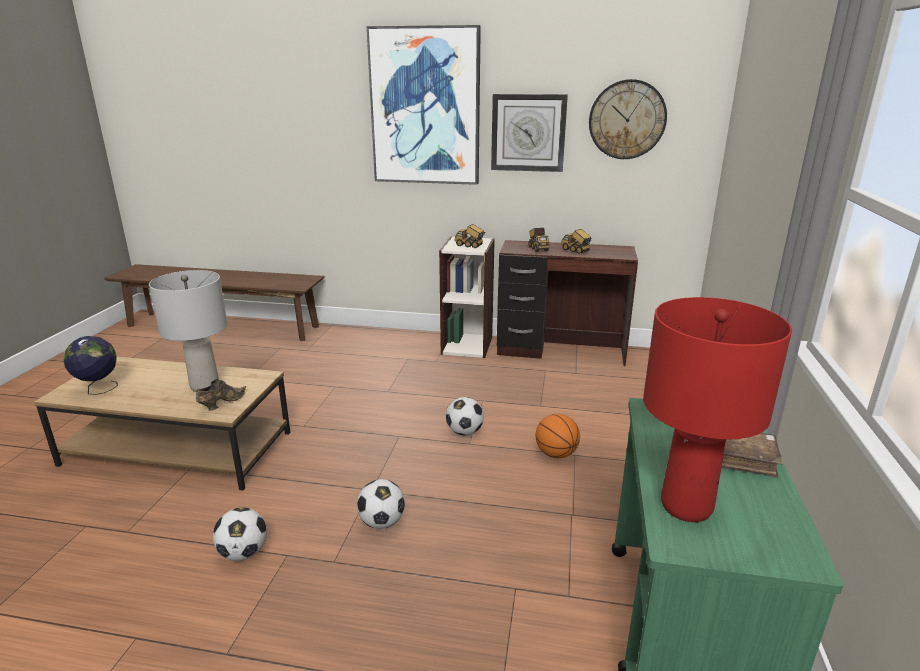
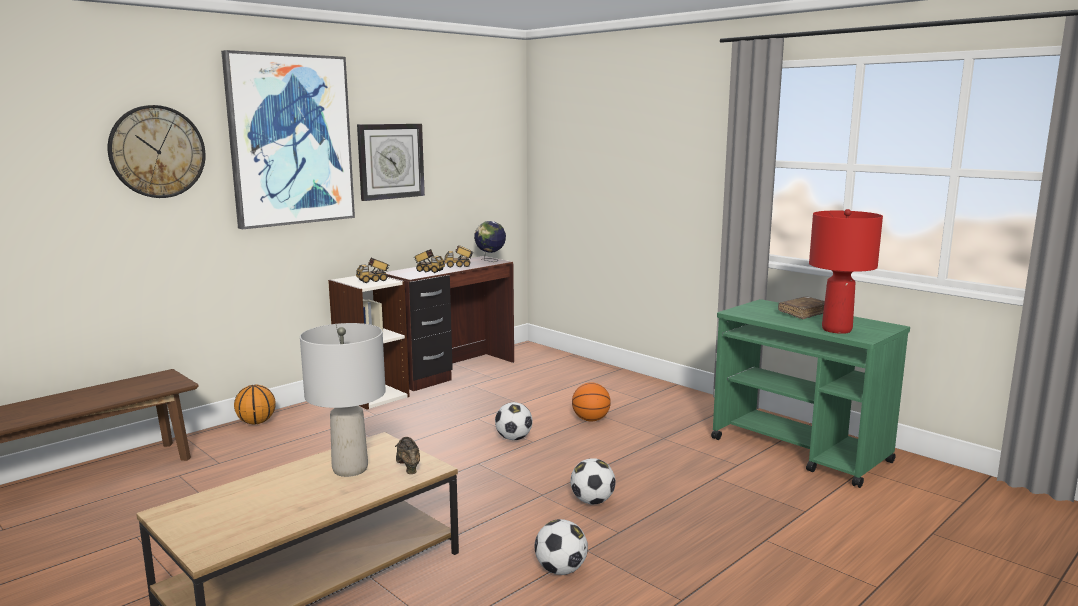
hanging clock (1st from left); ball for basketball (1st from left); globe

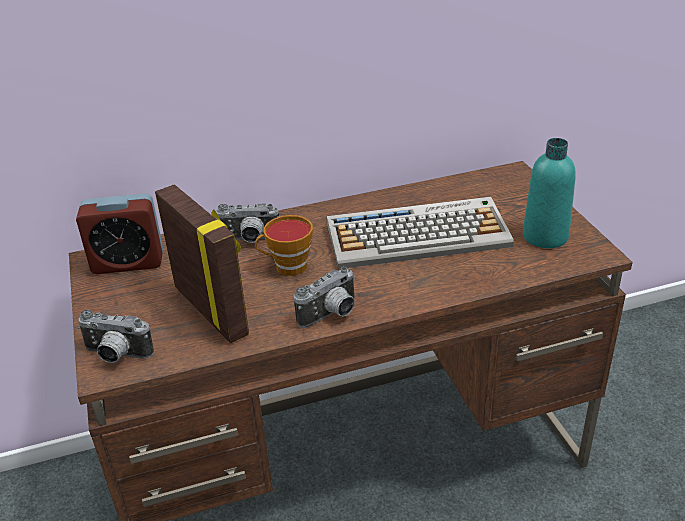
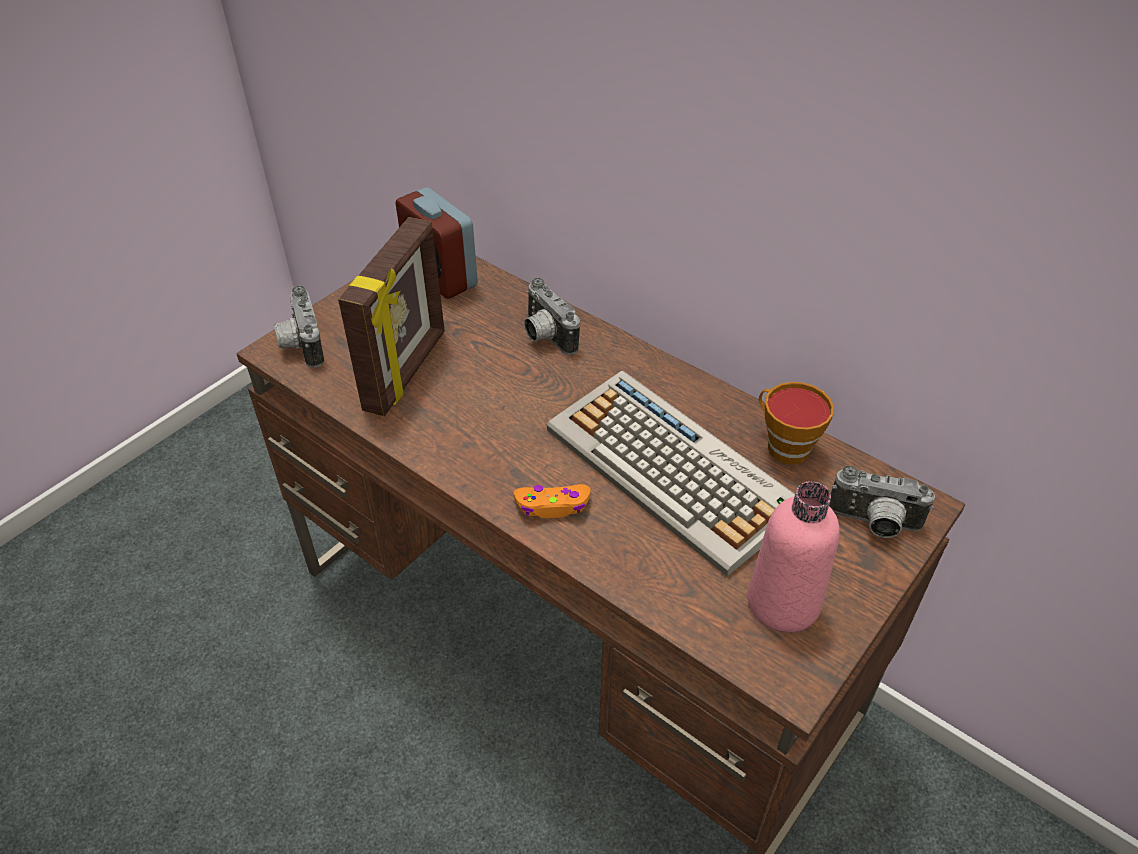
orange game controller; pink-coloured drink bottle; drinking cup; photo camera (3rd from left)

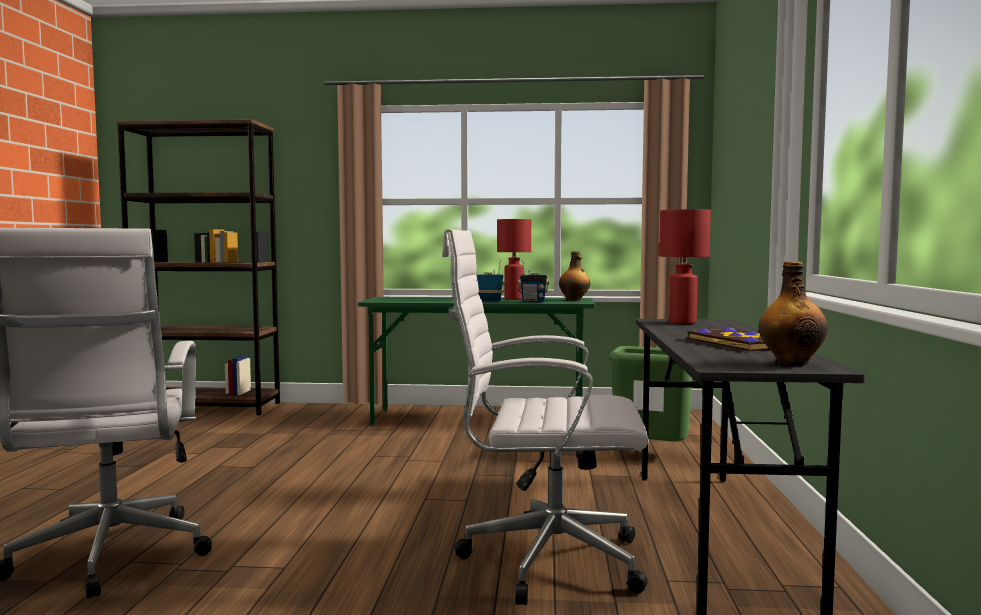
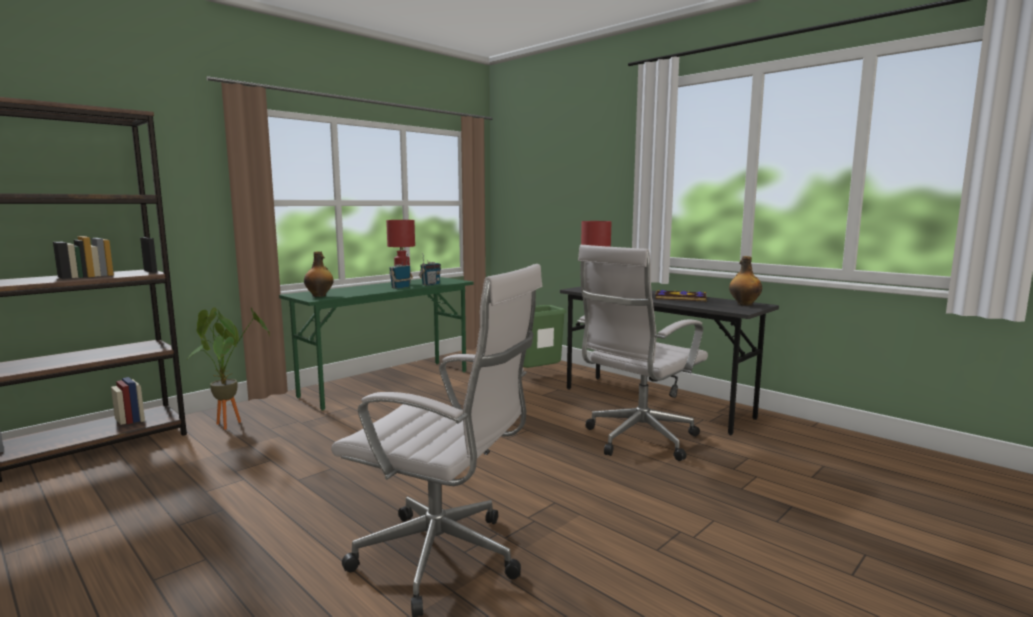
houseplant; drink bottle (1st from left)

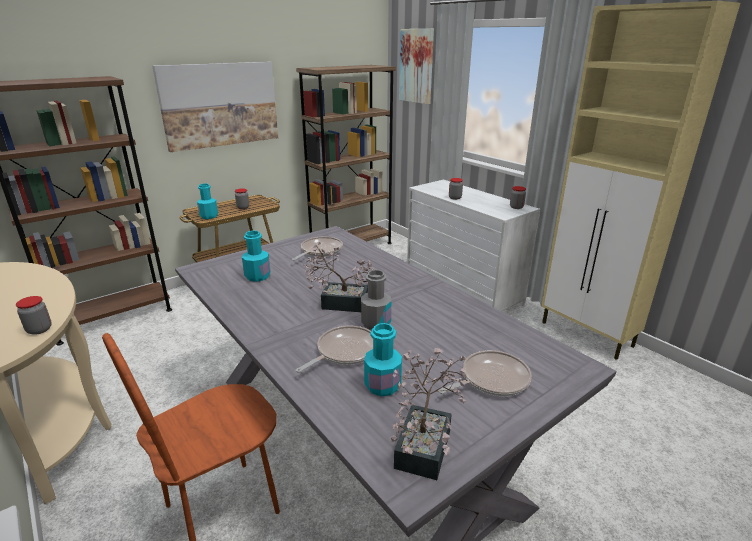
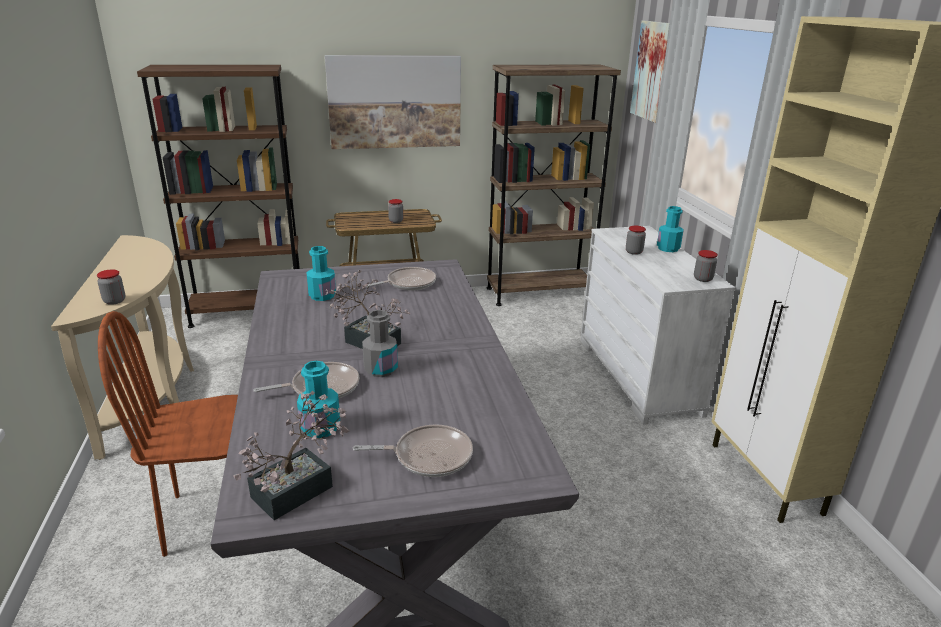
turquoise-coloured drink bottle (3rd from left)

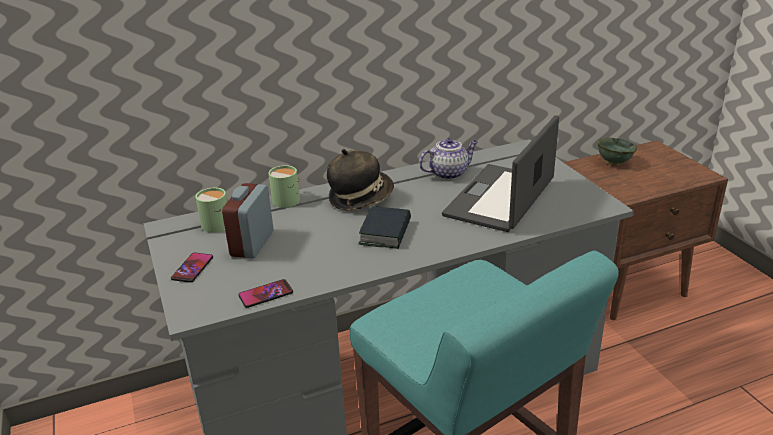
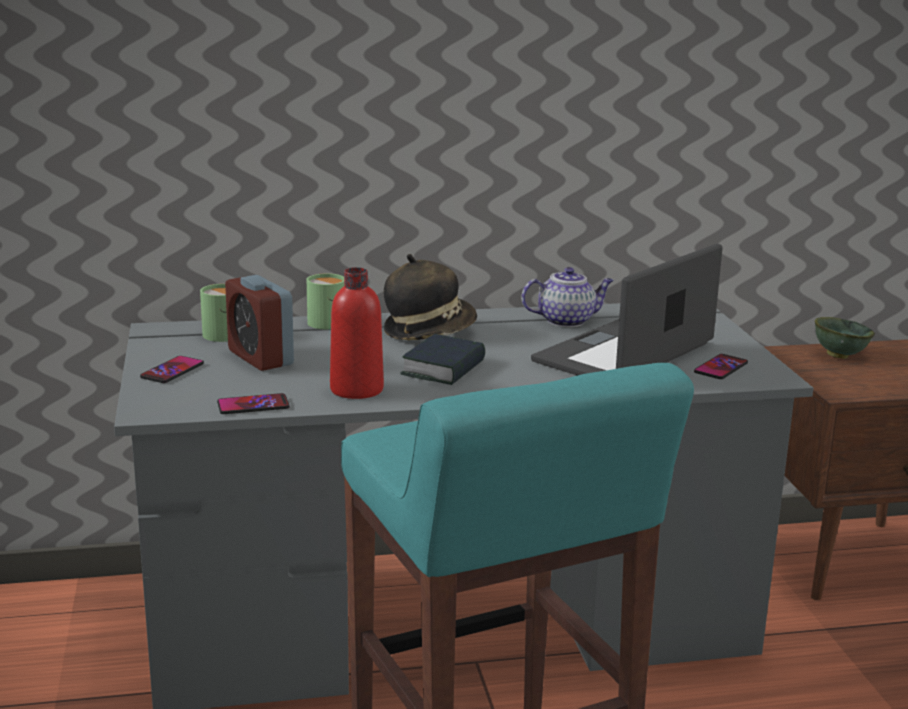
table clock; red drink bottle; telephone (3rd from left)

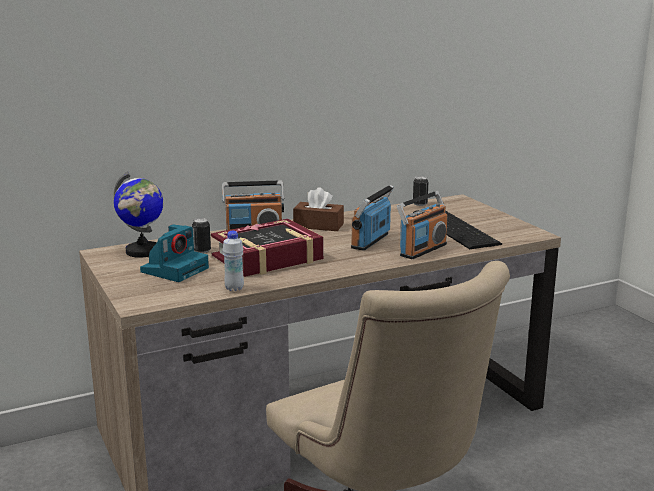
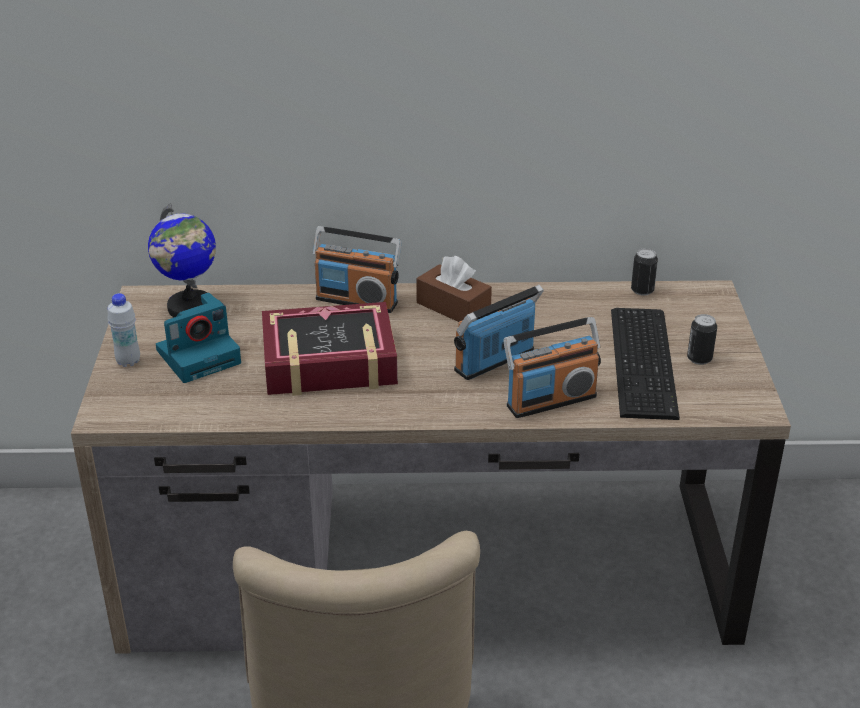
white drink bottle; can (2nd from left)

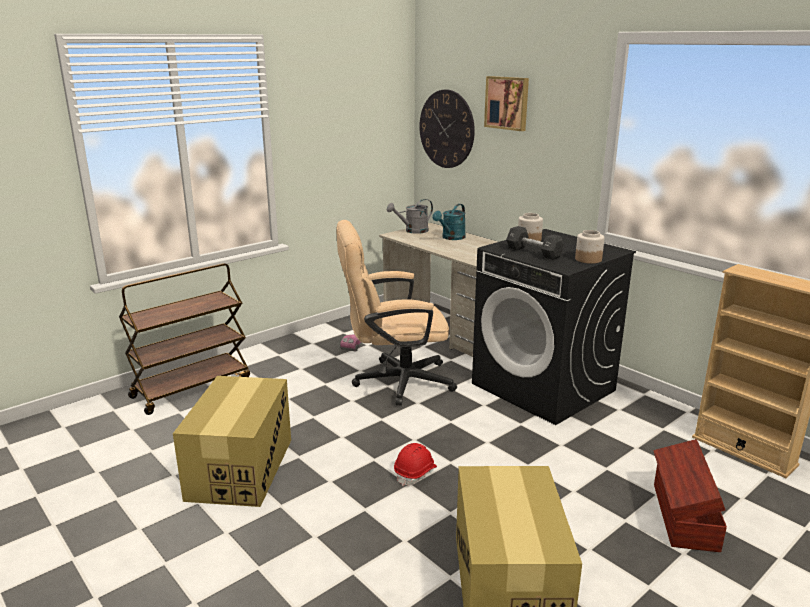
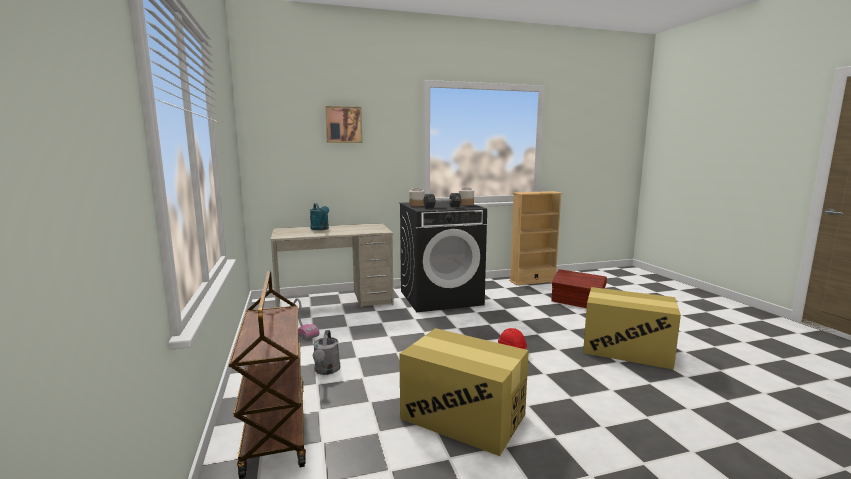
gray watering can; beige computer chair; hanging clock

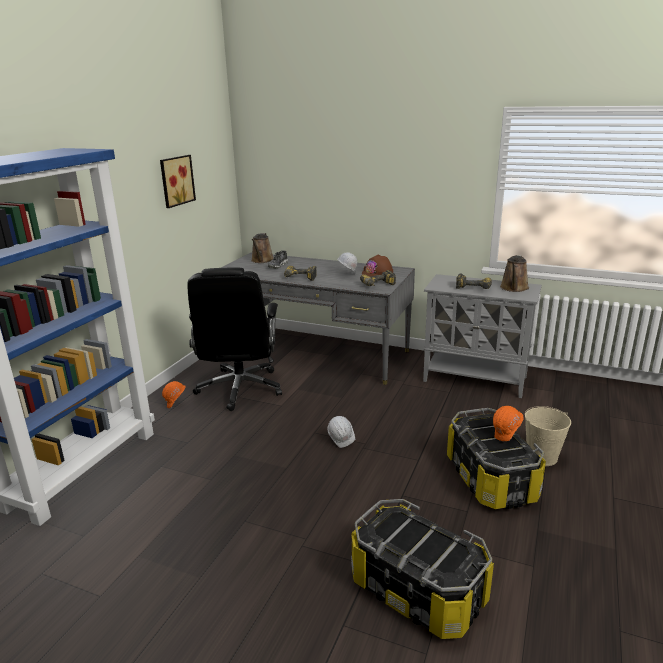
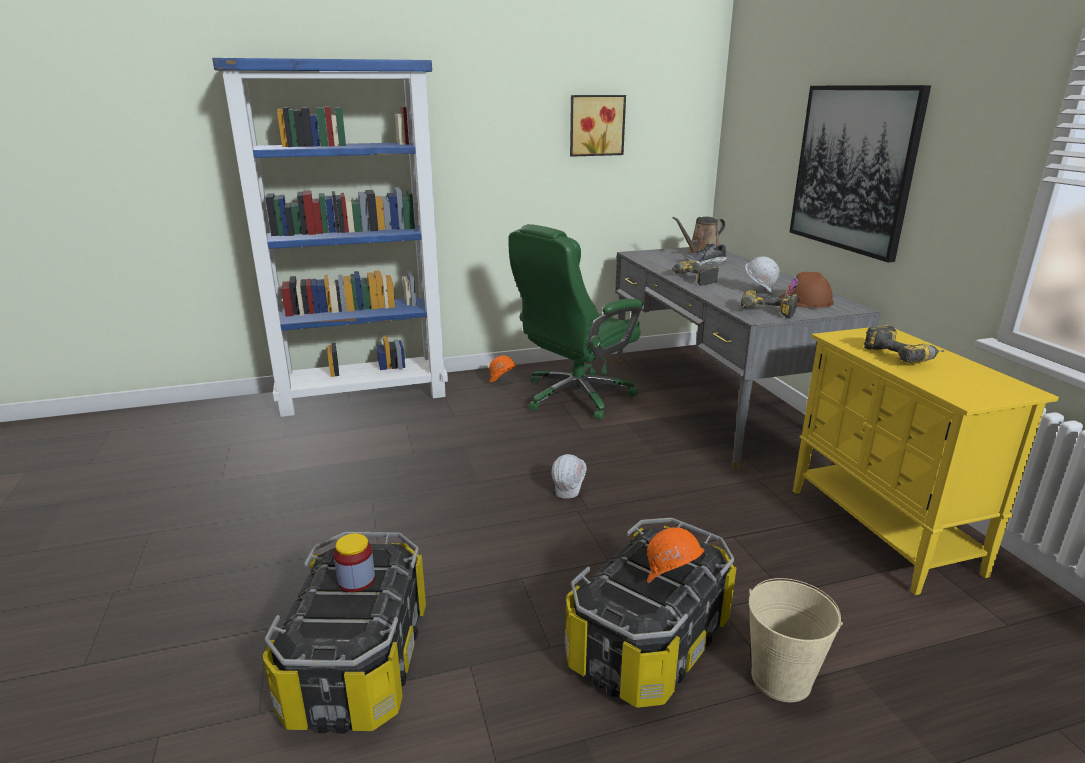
preserve jar; green computer chair; wall picture (2nd from left); yellow storage cabinet; brown-coloured watering can (2nd from left in the first image)

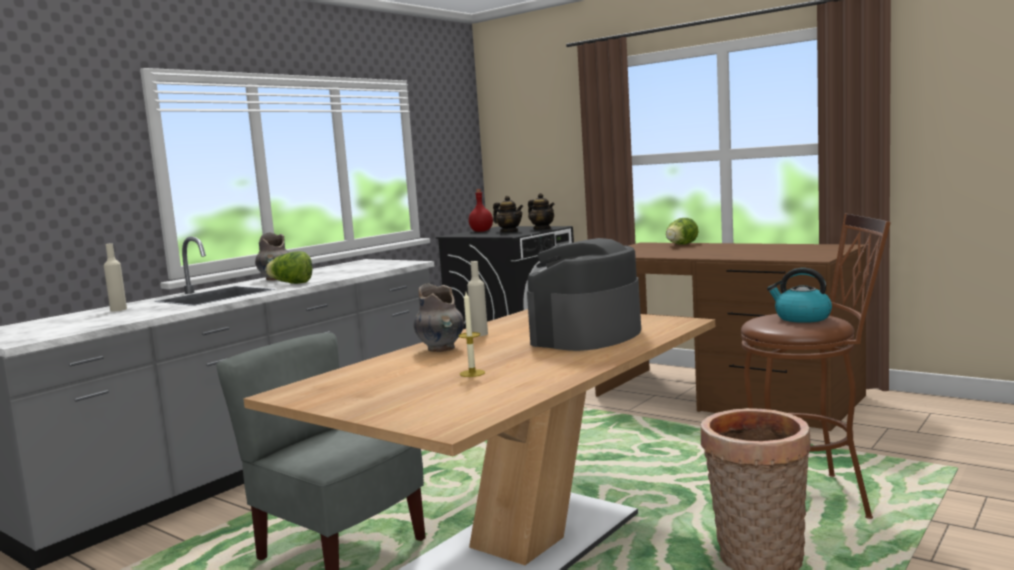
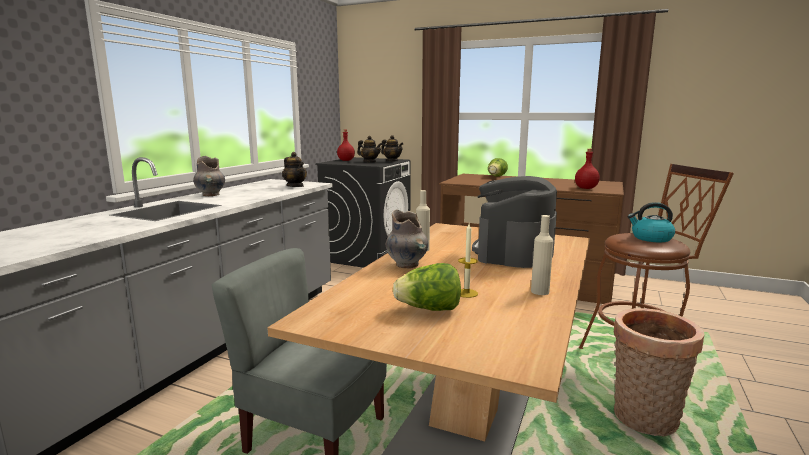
teapot (1st from left); lettuce (1st from left); beige drink bottle (2nd from left); red drink bottle (2nd from left)

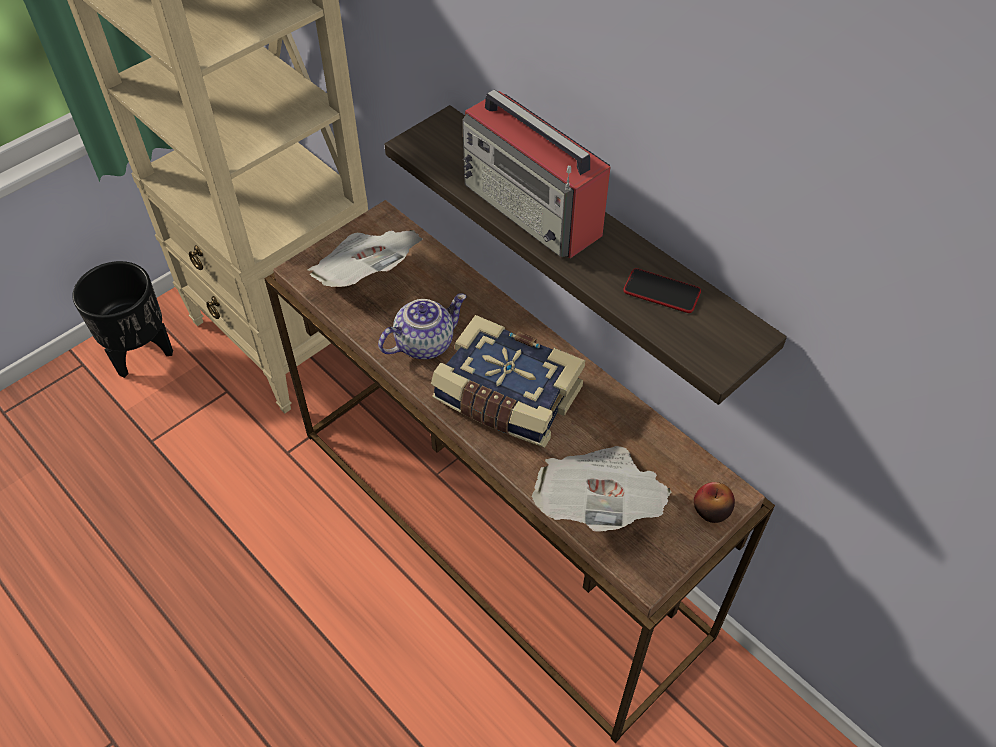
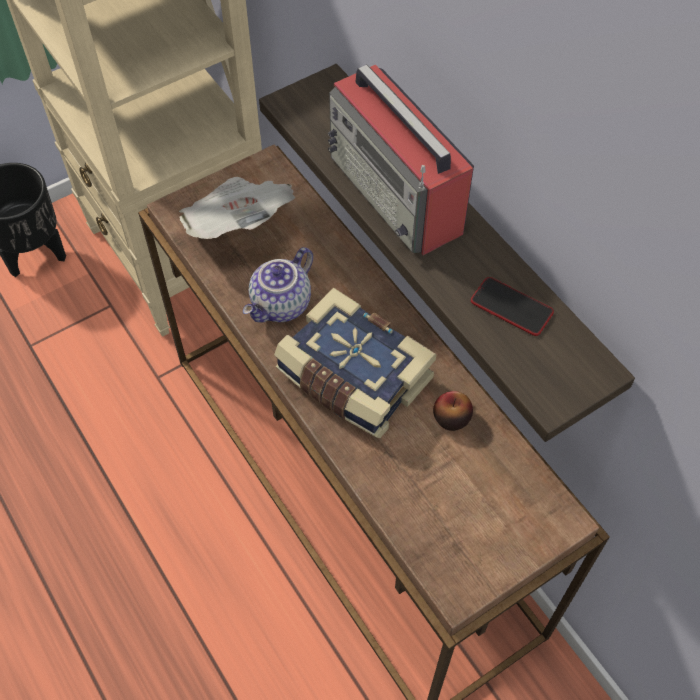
teapot; apple fruit; newspaper (2nd from left in the first image)

